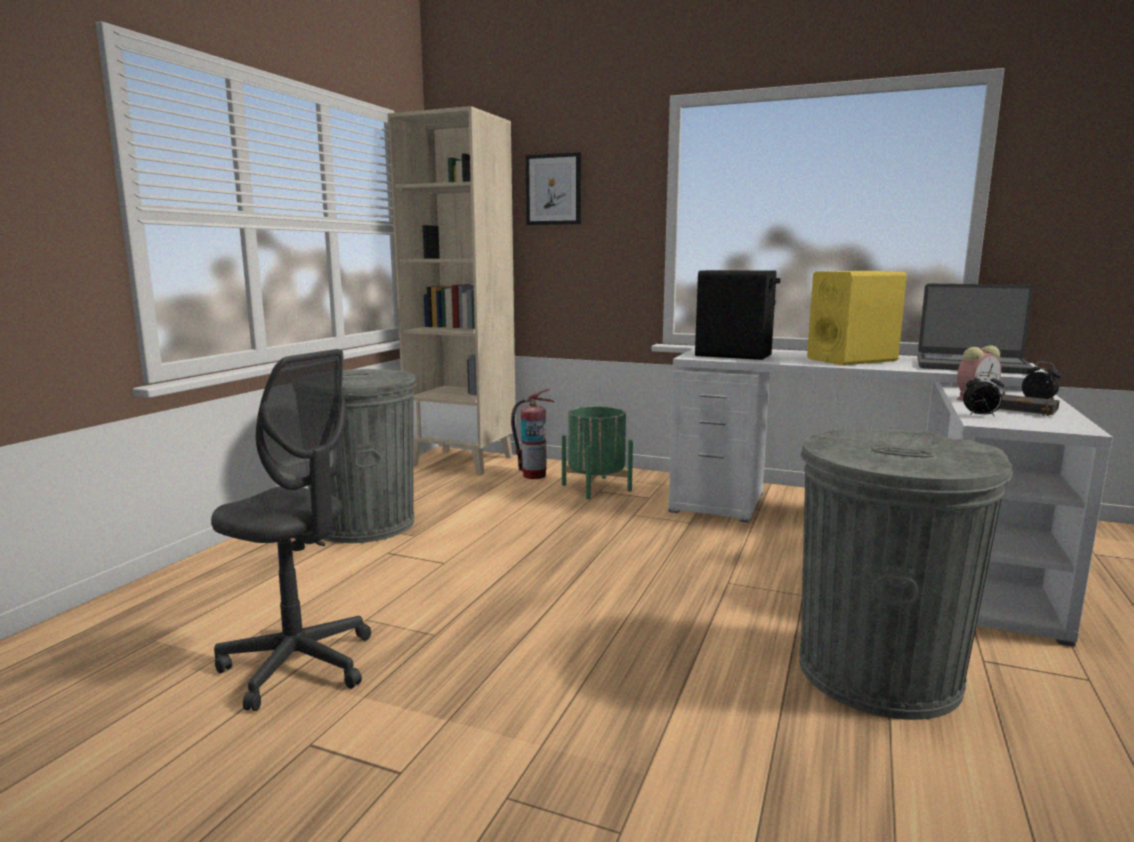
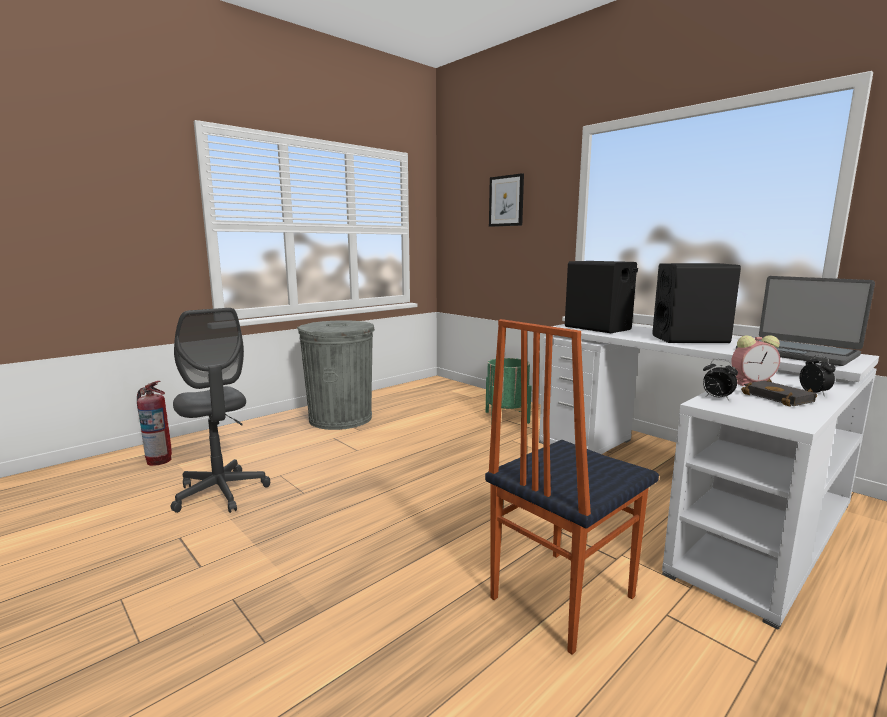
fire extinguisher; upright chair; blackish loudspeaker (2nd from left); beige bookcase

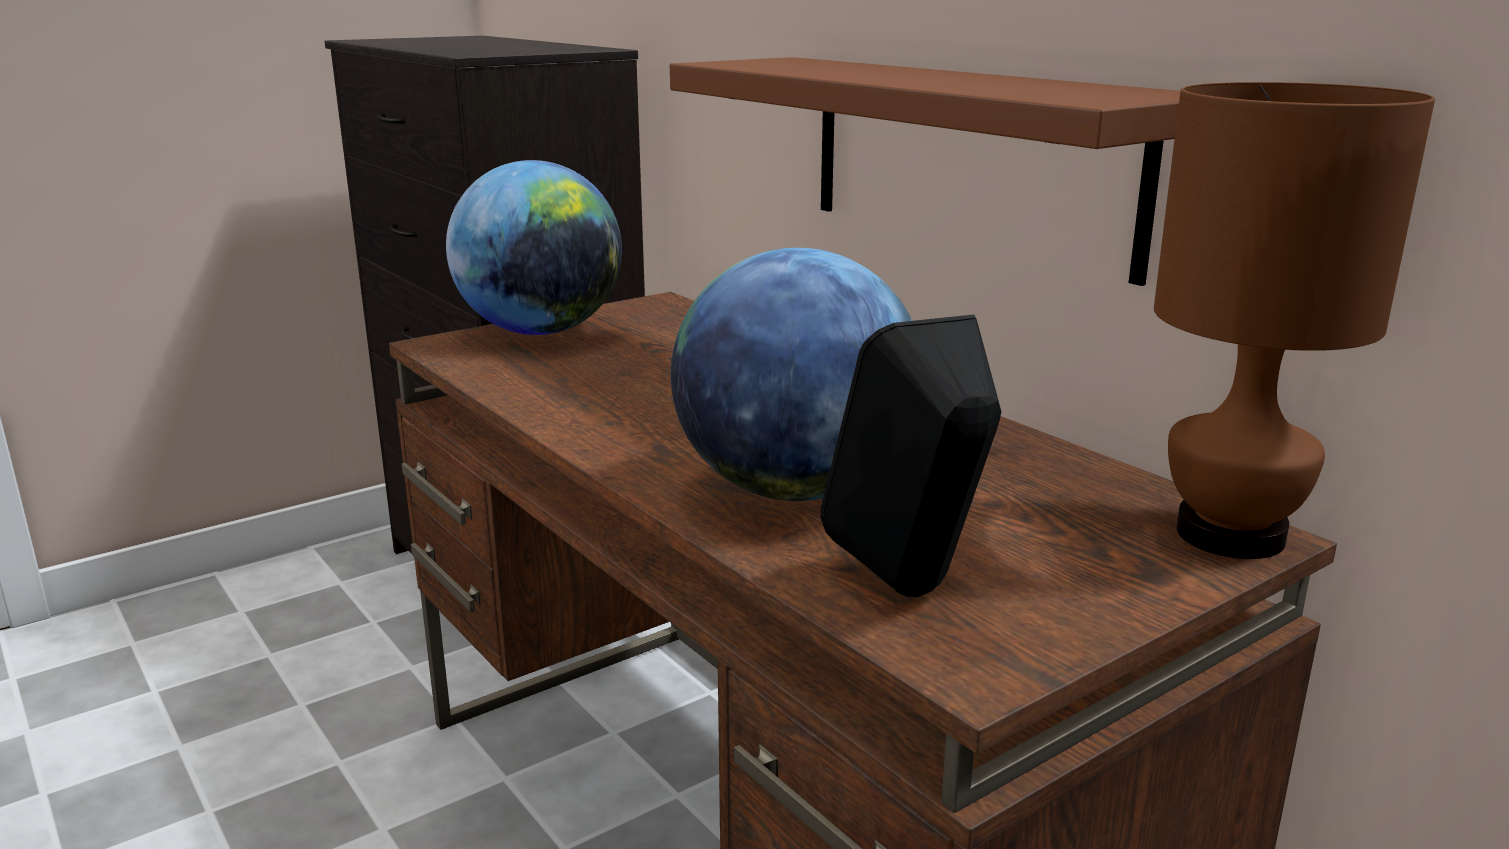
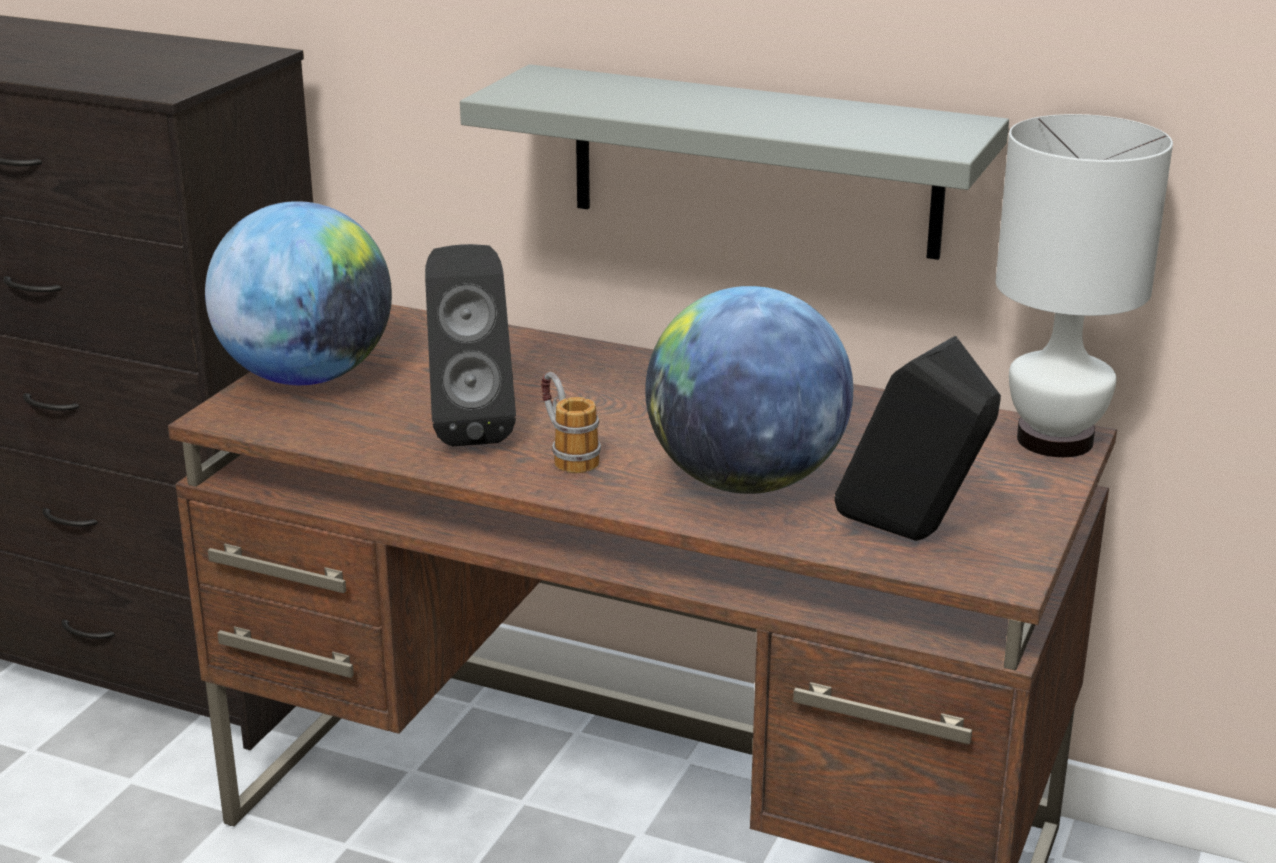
blackish loudspeaker (1st from left); gray wall shelf; coffee mug; white table lamp

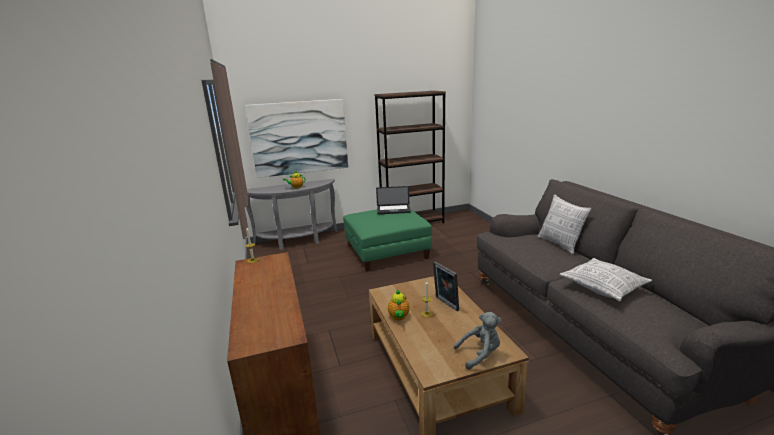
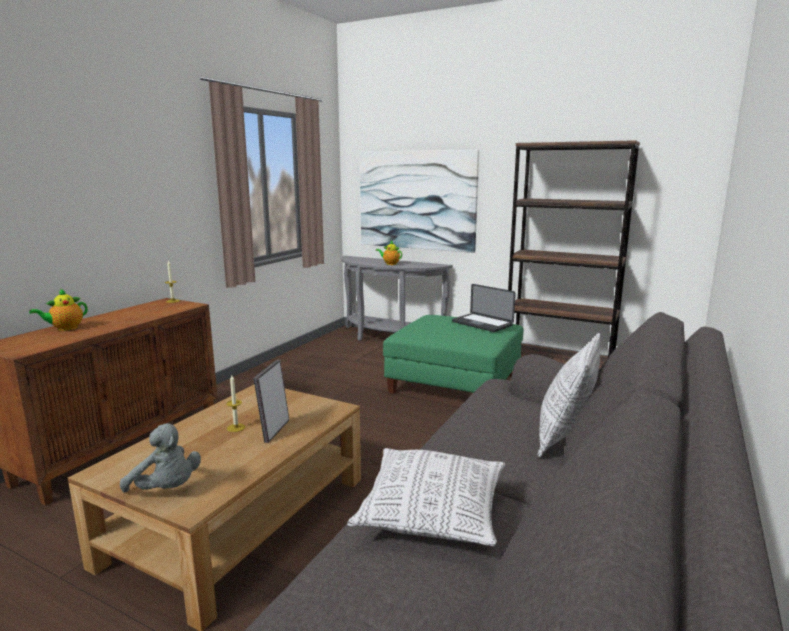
teapot (1st from left)

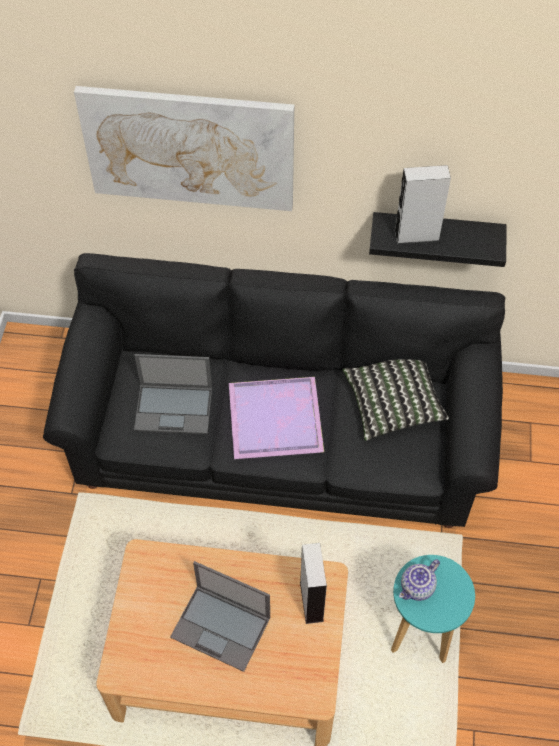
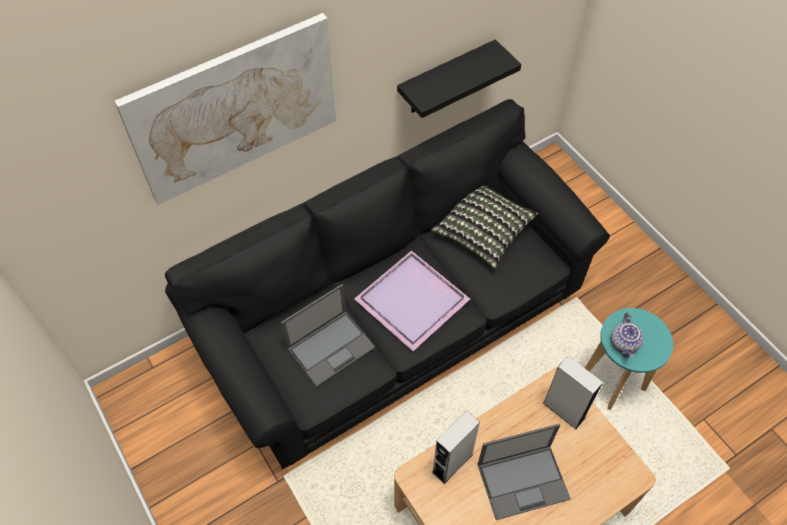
gray loudspeaker (1st from left)

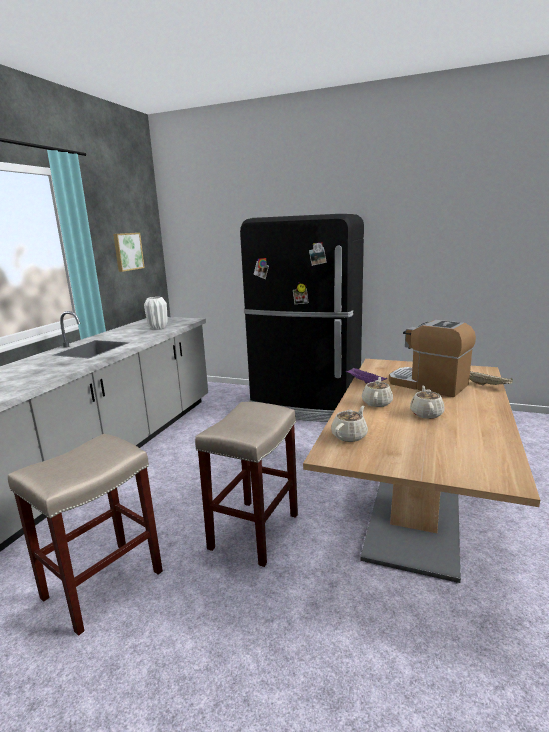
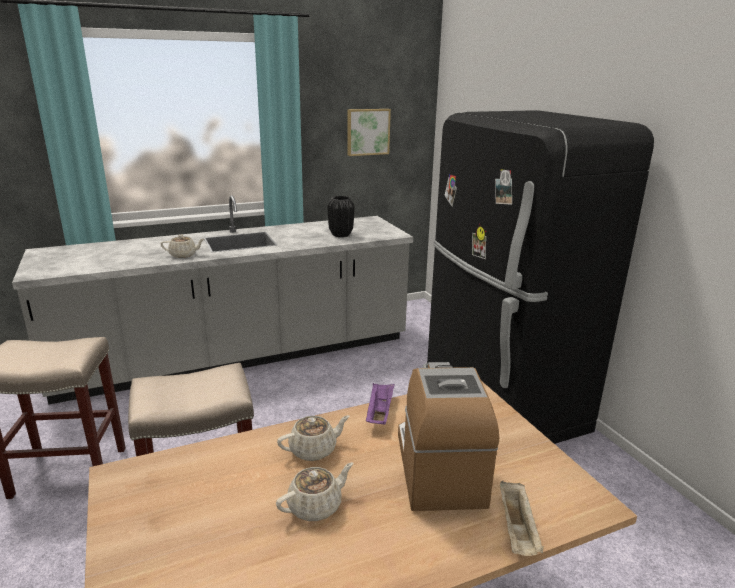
beige teapot (1st from left); blackish flower vase

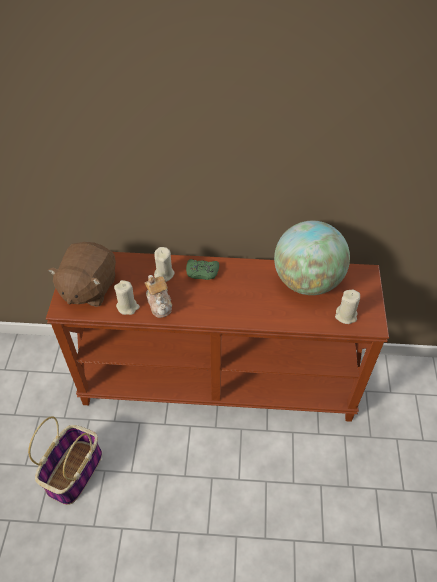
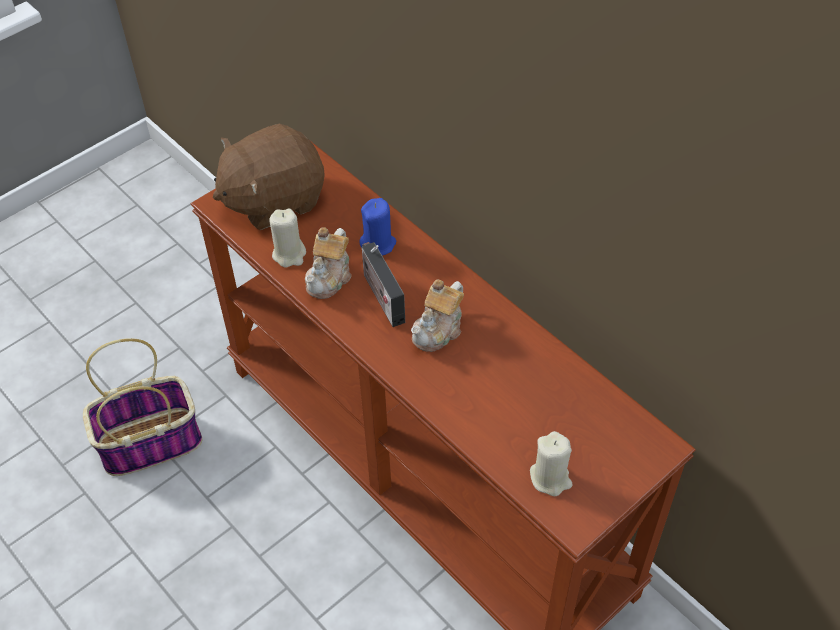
blue-coloured wax candle; radio set; teapot (2nd from left); green game controller; globe

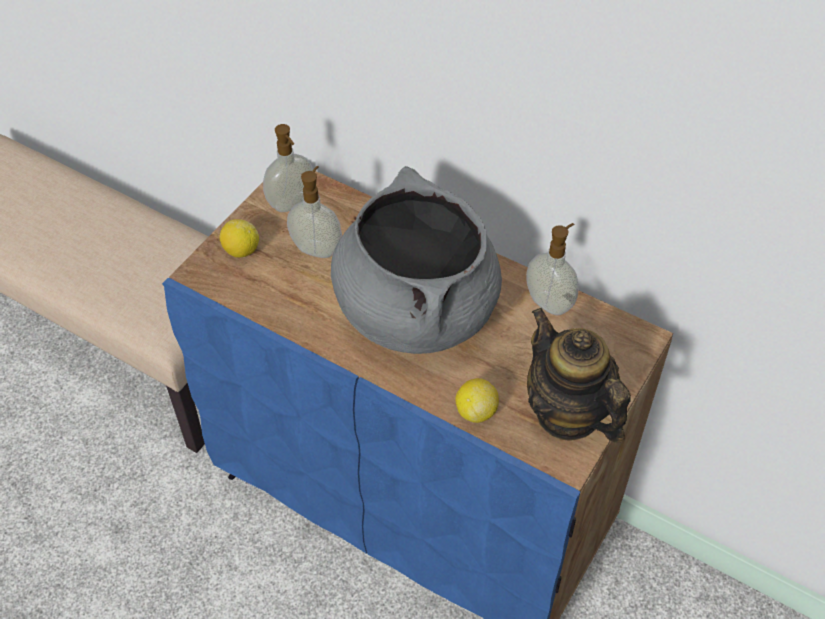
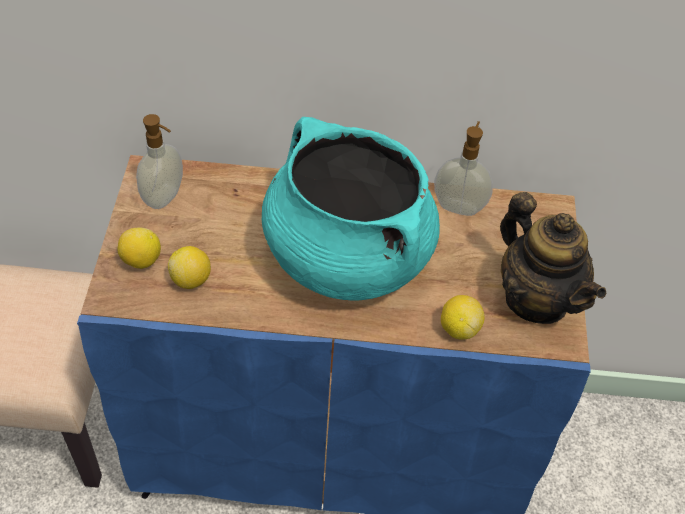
lemon (2nd from left); turquoise-coloured saucepot; teapot; soap dispenser (2nd from left in the first image)

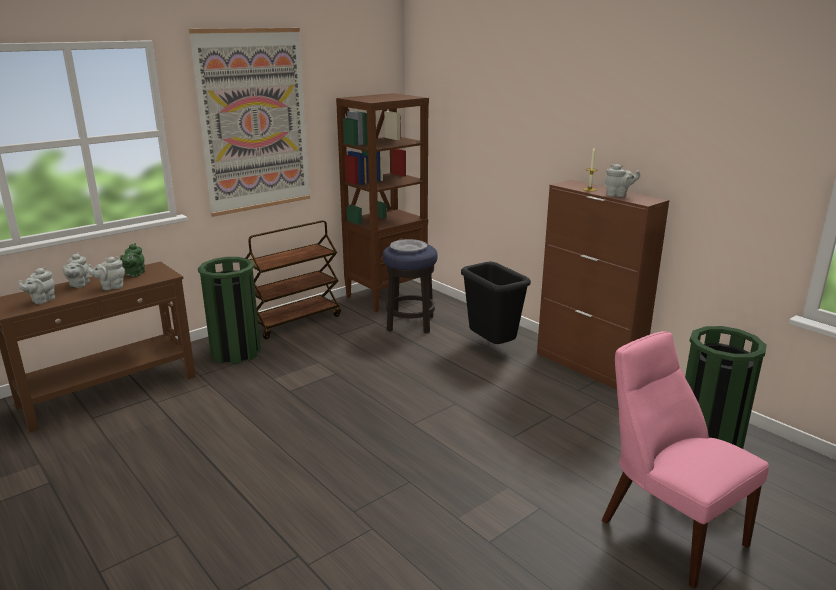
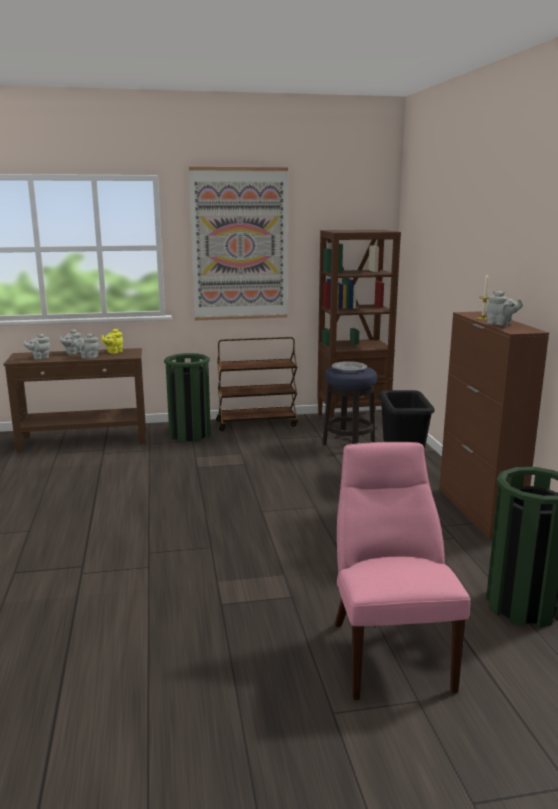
yellow teapot

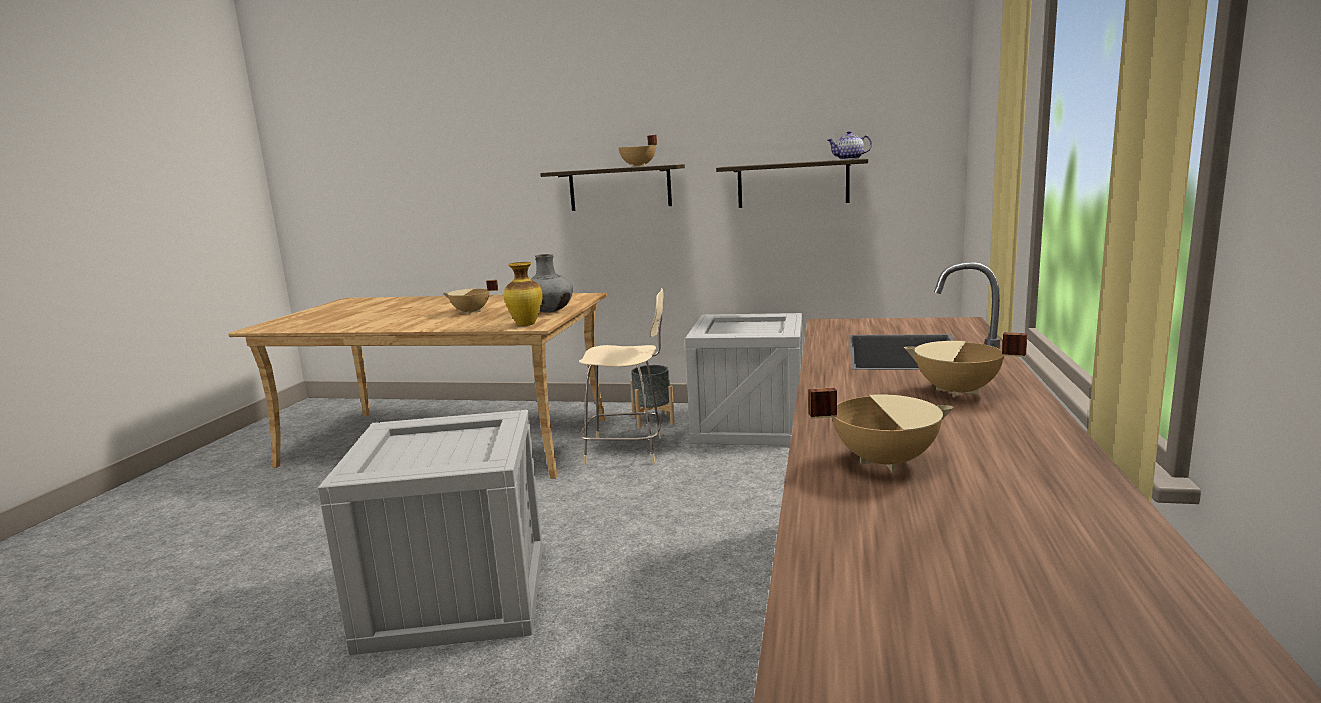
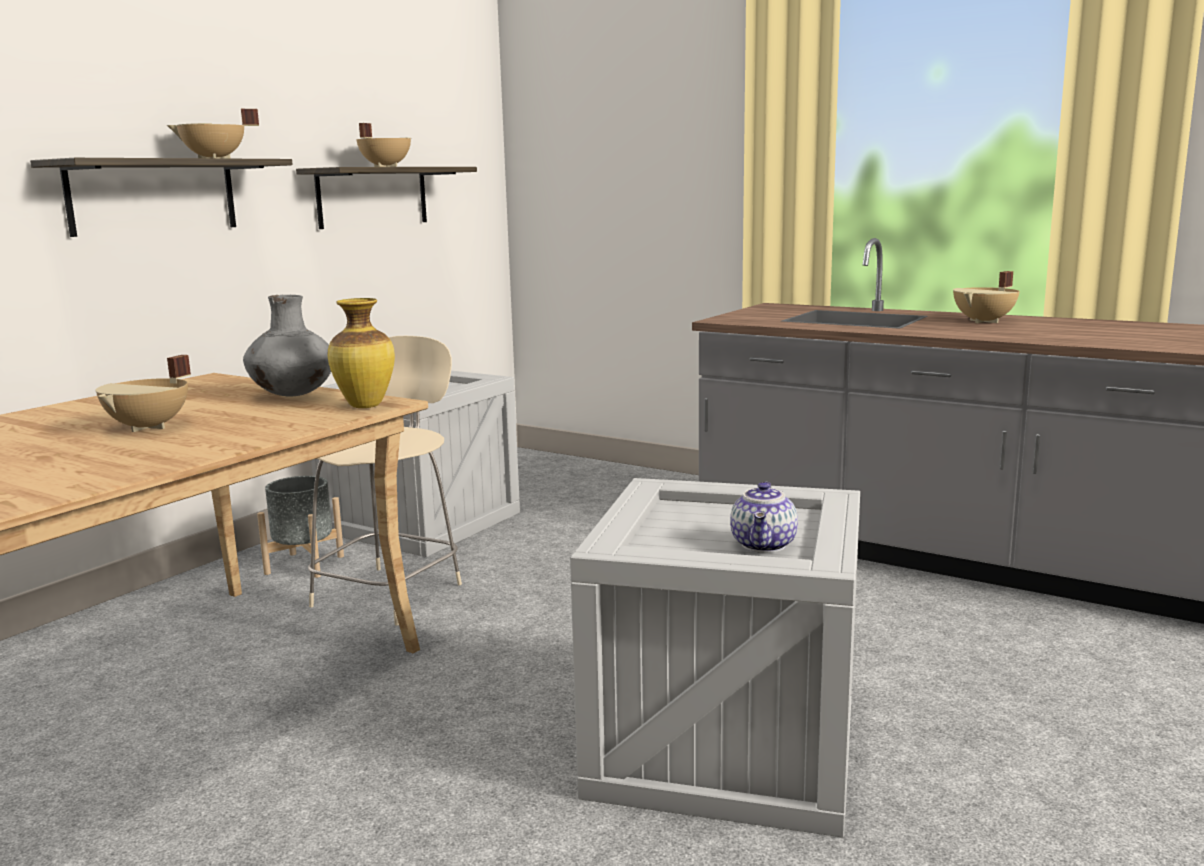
beige saucepot (3rd from left); teapot

